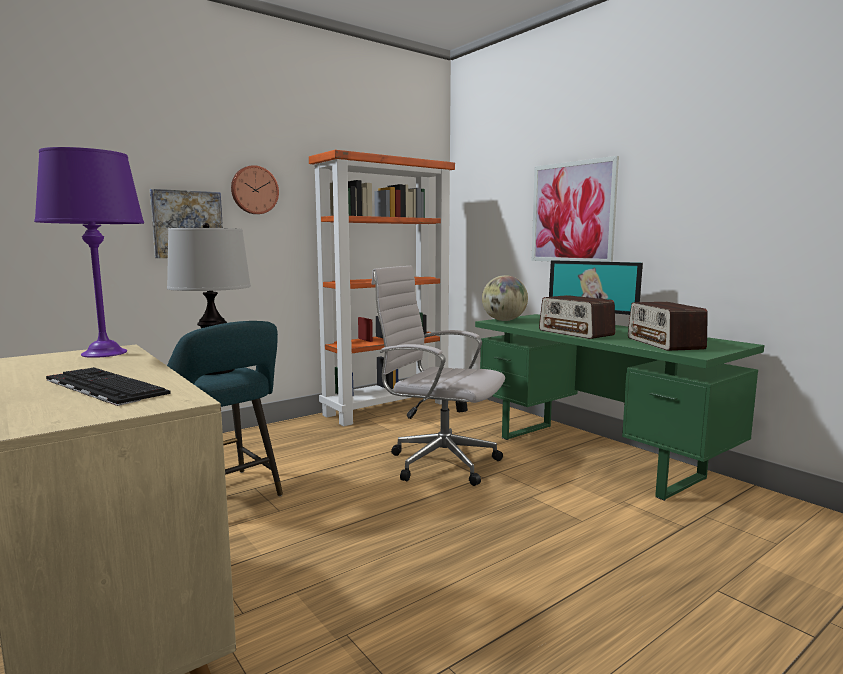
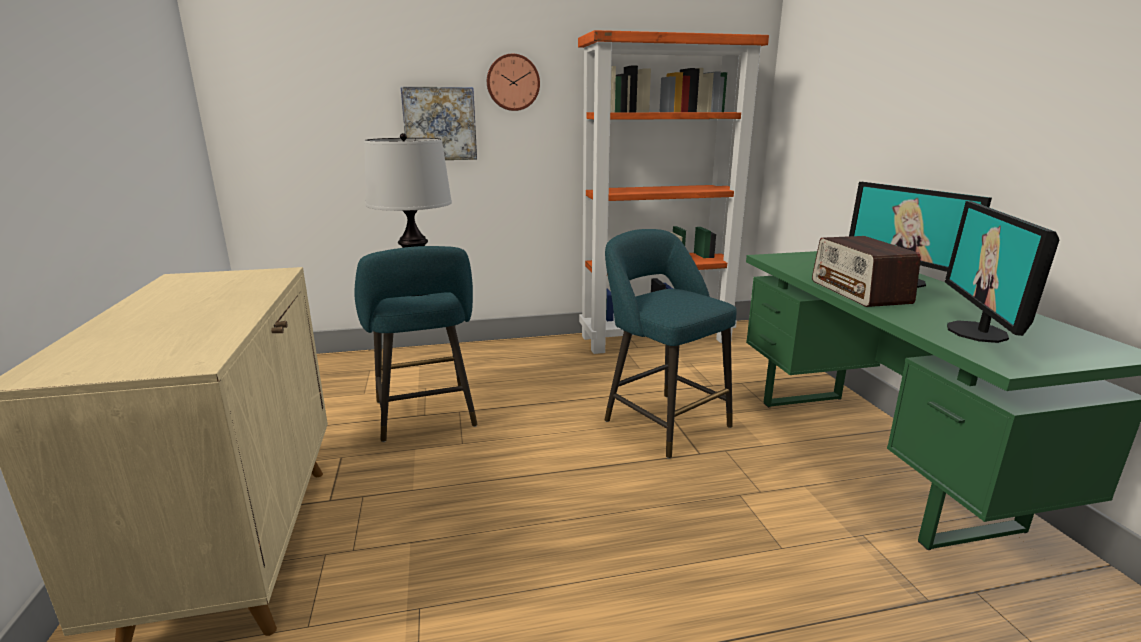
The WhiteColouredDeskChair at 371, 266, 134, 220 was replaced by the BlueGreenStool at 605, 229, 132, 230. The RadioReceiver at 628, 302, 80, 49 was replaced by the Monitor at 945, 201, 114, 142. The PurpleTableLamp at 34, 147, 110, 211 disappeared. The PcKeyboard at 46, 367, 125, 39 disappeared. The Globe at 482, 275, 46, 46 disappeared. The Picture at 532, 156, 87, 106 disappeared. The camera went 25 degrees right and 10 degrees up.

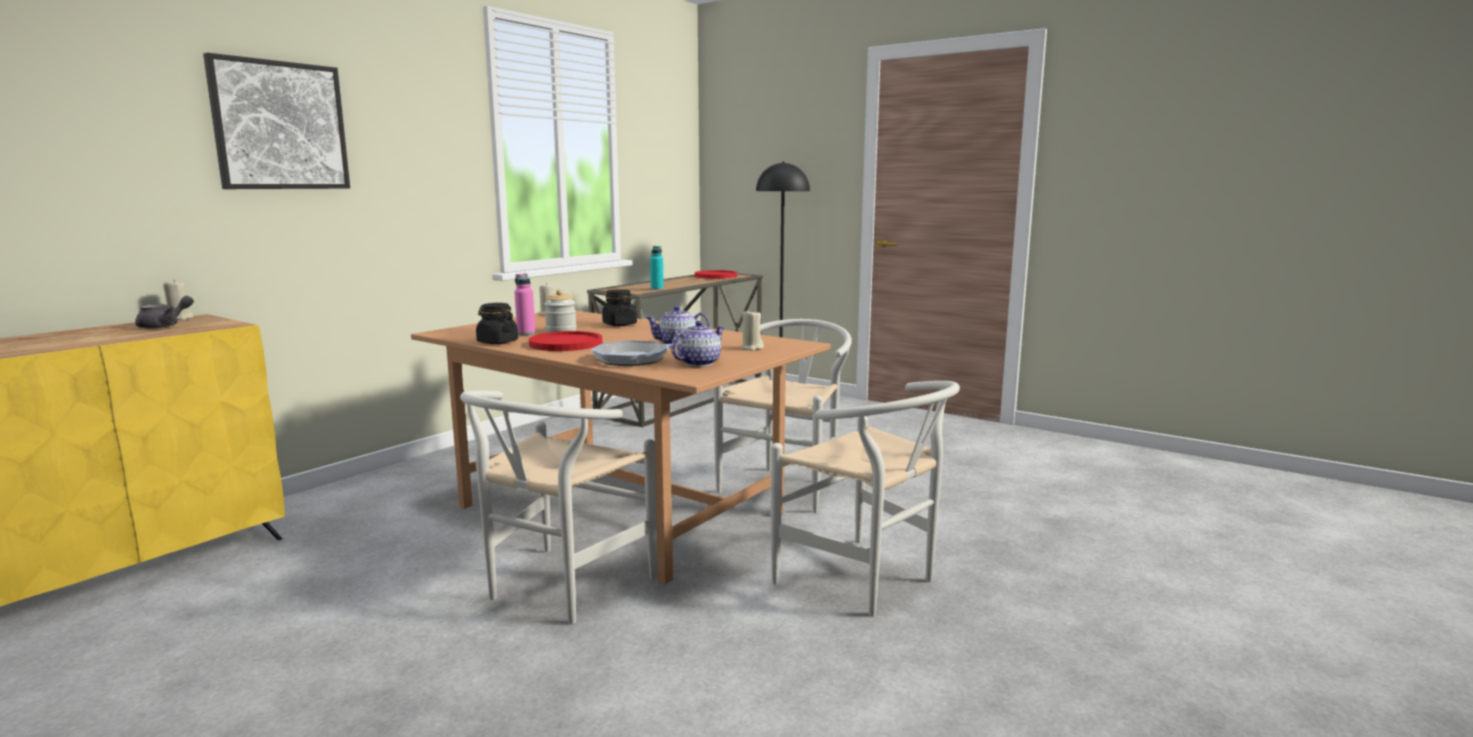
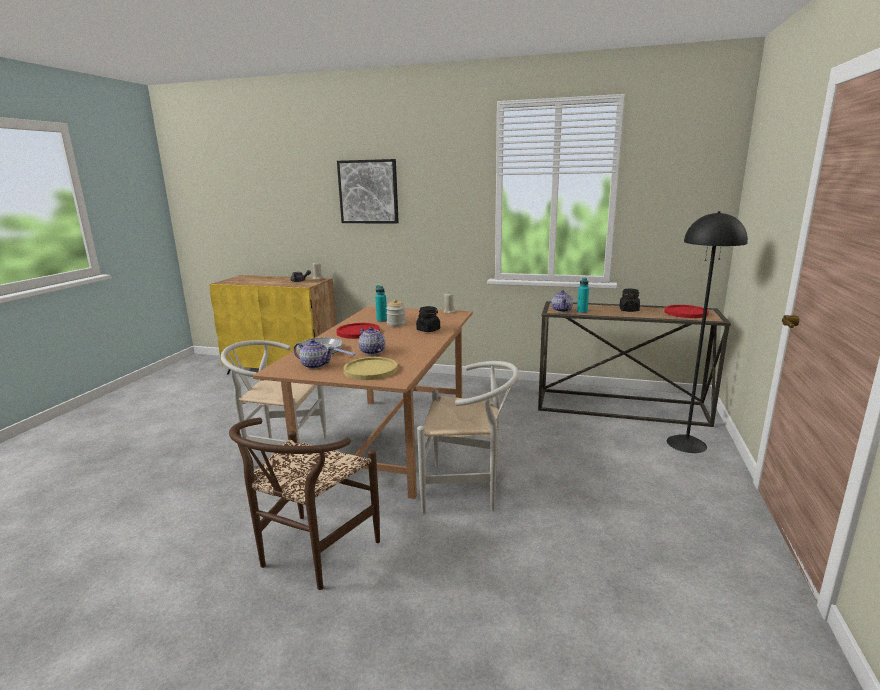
The WhiteColouredUprightChair at 771, 381, 189, 236 became the BrownishUprightChair at 229, 418, 151, 172. The BeigeColouredWaxLight at 741, 310, 23, 41 was replaced by the YellowPlate at 343, 357, 54, 23. The PinkDrinkBottle at 514, 273, 21, 62 became the BlueGreenDrinkBottle at 375, 285, 12, 37. The Teapot at 551, 290, 22, 22 appeared. The BlackPreserveJar moved from 476, 303, 42, 41 to 619, 289, 21, 23. The camera went 70 degrees right and 5 degrees up.

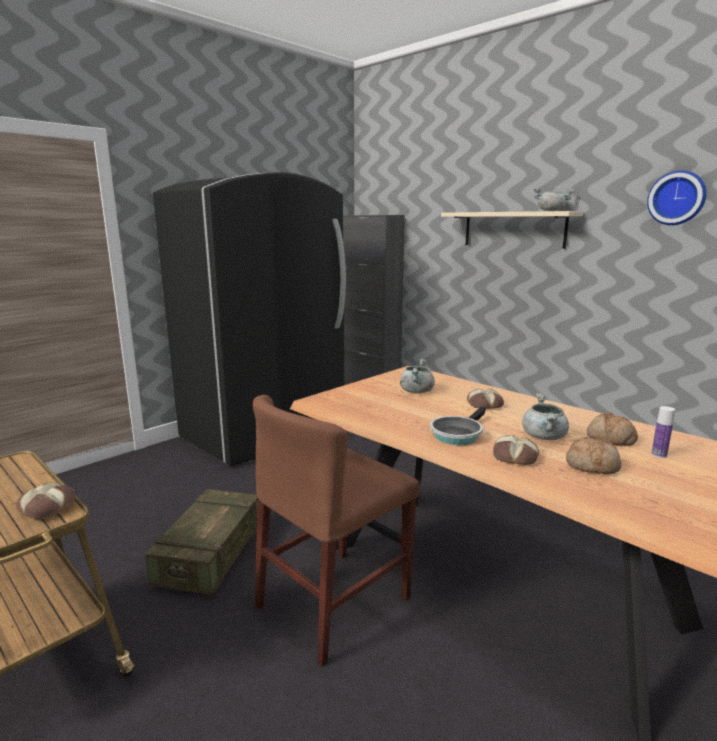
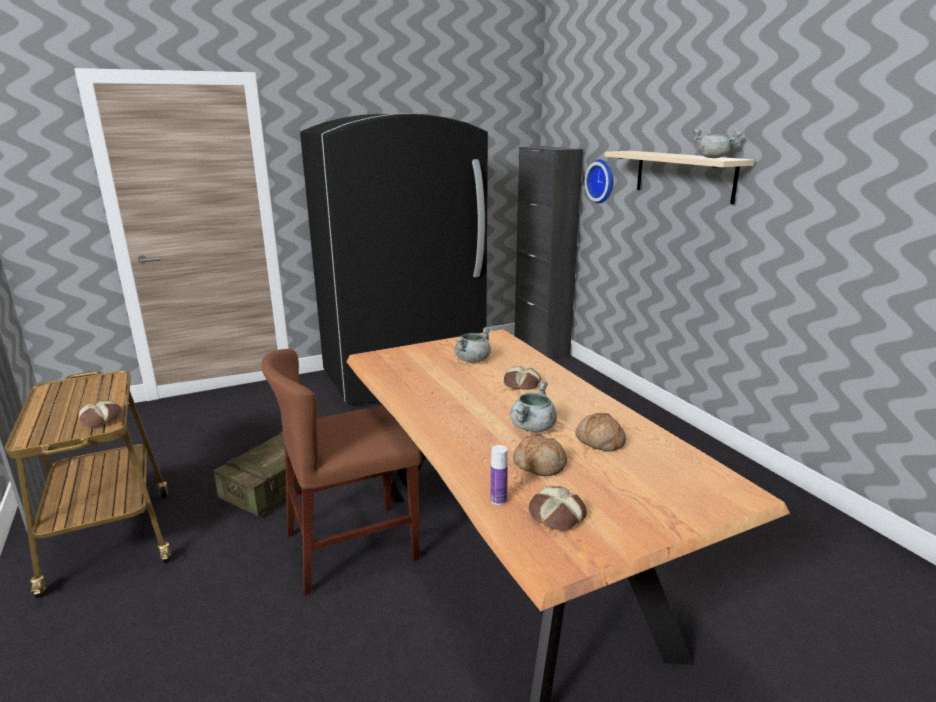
The DrinkBottle moved from 651, 406, 24, 52 to 491, 445, 17, 60. The BakeryBread moved from 493, 435, 46, 30 to 529, 486, 58, 44. The WallClock moved from 647, 170, 60, 55 to 585, 160, 29, 43. The Skillet at 430, 407, 56, 38 disappeared. The camera went 20 degrees right and 5 degrees up.

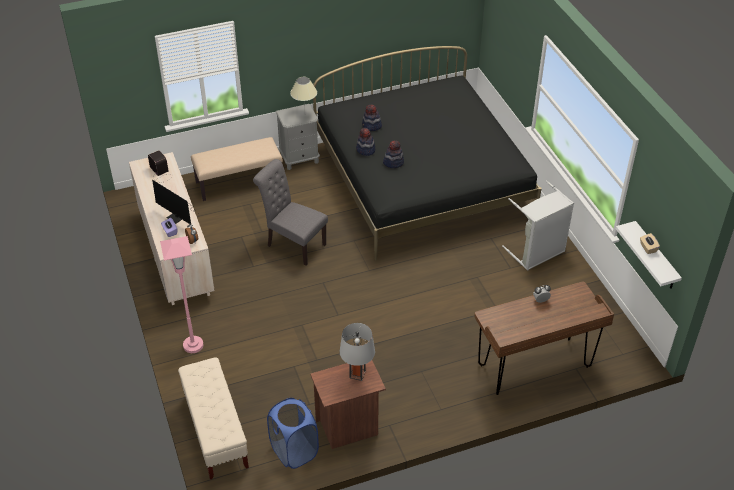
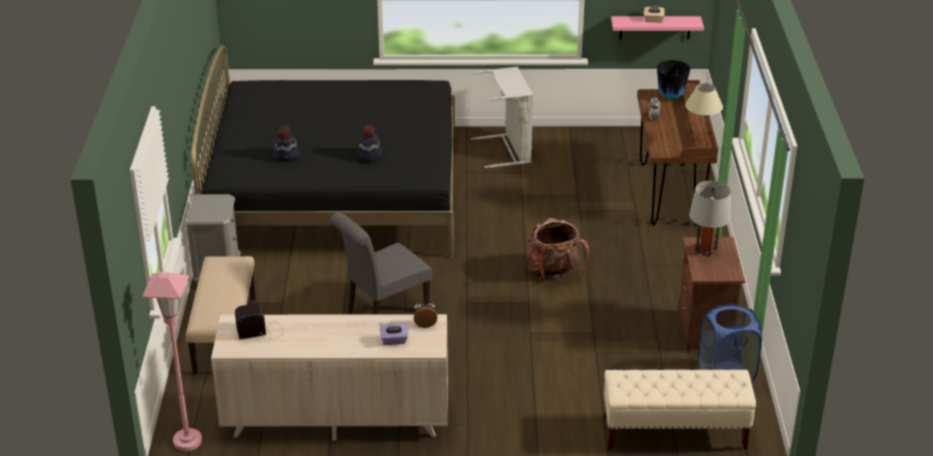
The PinkStandingLamp moved from 160, 236, 44, 117 to 142, 272, 60, 179. The Backpack at 526, 218, 63, 64 appeared. The WhiteColouredBracketShelf at 616, 221, 66, 68 became the PinkBracketShelf at 611, 16, 93, 24. The Vase at 657, 60, 33, 39 appeared. The BeigeColouredTableLamp moved from 290, 77, 27, 31 to 685, 83, 38, 51. The Monitor at 152, 180, 44, 44 disappeared. The WearableHat at 356, 128, 19, 28 disappeared. The camera went 70 degrees left and 10 degrees down.

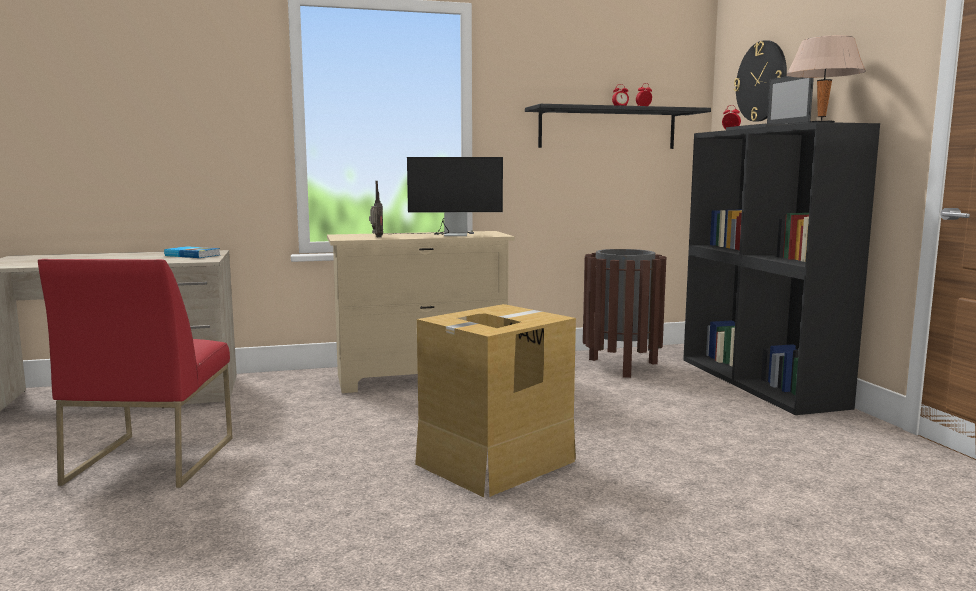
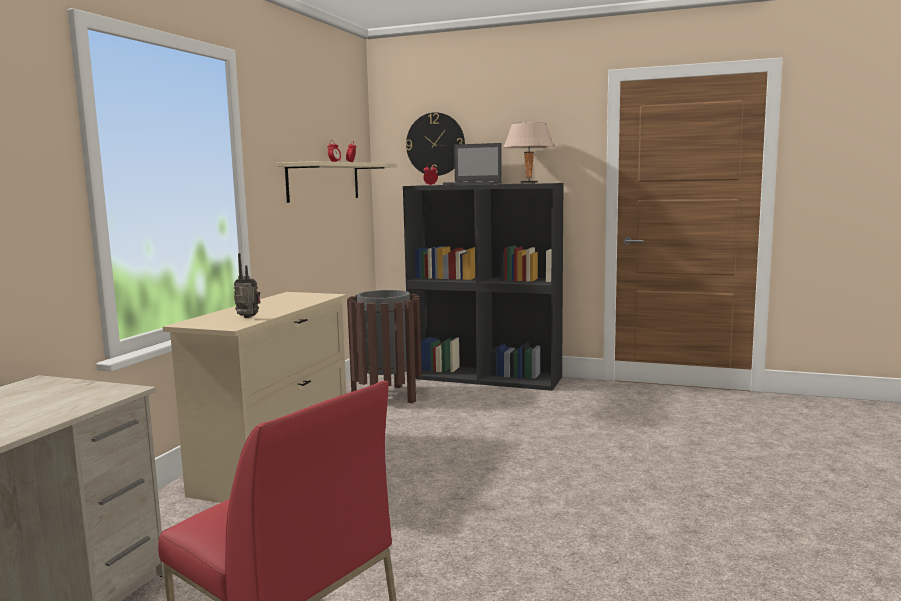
The BlackBracketShelf at 525, 104, 186, 45 became the BeigeColouredBracketShelf at 276, 161, 121, 42. The Volume at 164, 246, 56, 12 disappeared. The Monitor at 383, 157, 120, 79 disappeared. The Carton at 415, 304, 161, 193 disappeared. The camera went 55 degrees left and 0 degrees up.

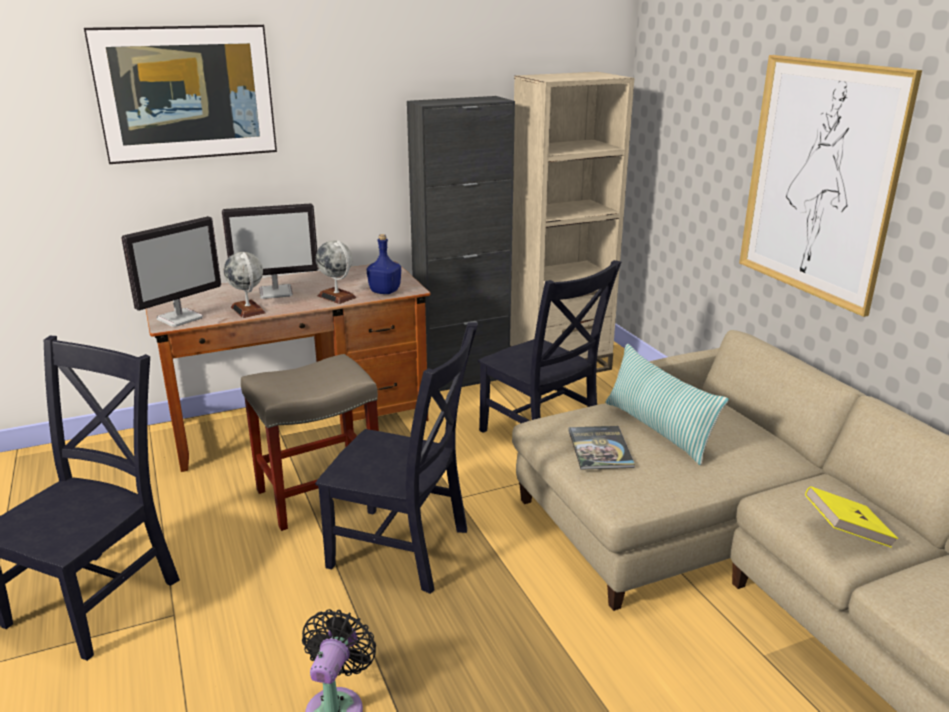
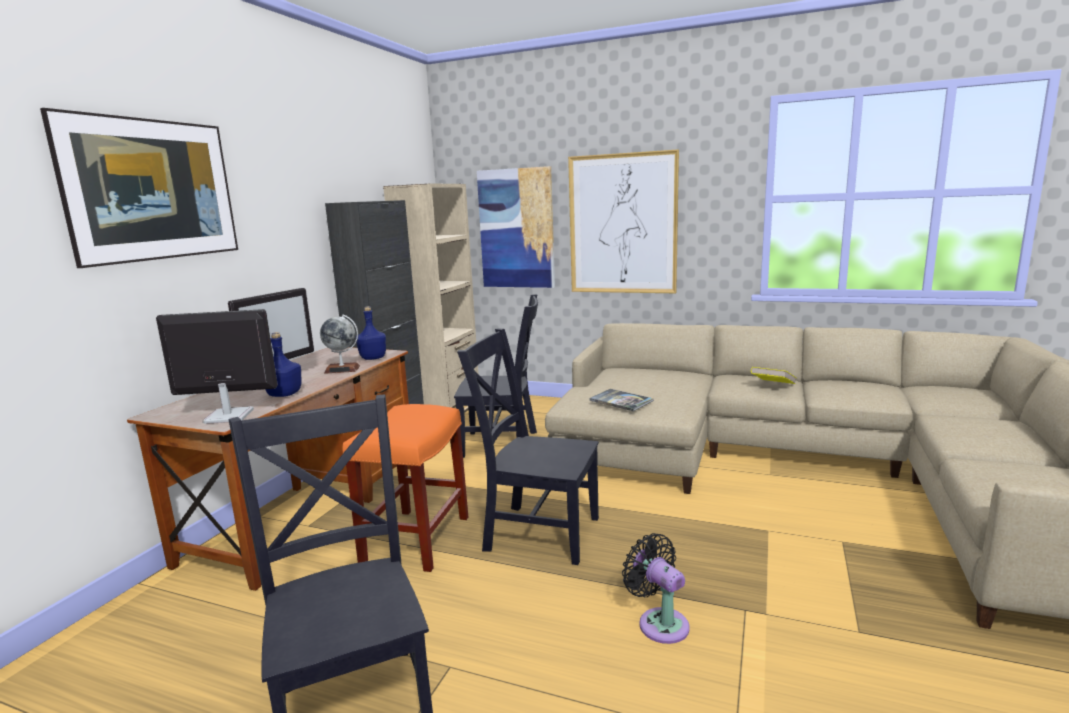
The Monitor at 121, 216, 100, 111 turned 90 degrees counterclockwise. The Globe at 224, 252, 42, 66 was replaced by the BluishDrinkBottle at 265, 332, 37, 65. The BeigeColouredStool at 241, 354, 138, 177 became the OrangeyStool at 342, 404, 126, 168. The BlackUprightChair at 315, 322, 163, 272 turned 135 degrees counterclockwise. The Picture at 477, 166, 78, 122 appeared. The ThrowPillow at 605, 344, 124, 121 disappeared. The camera went 45 degrees left and 10 degrees down.

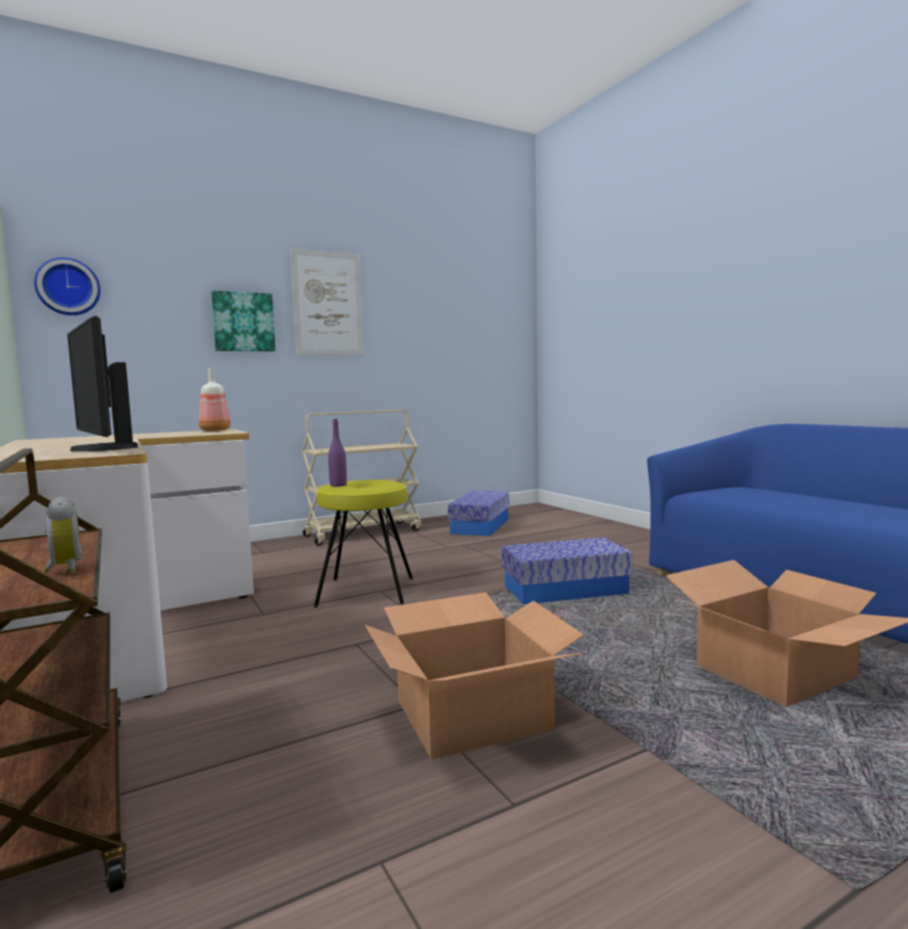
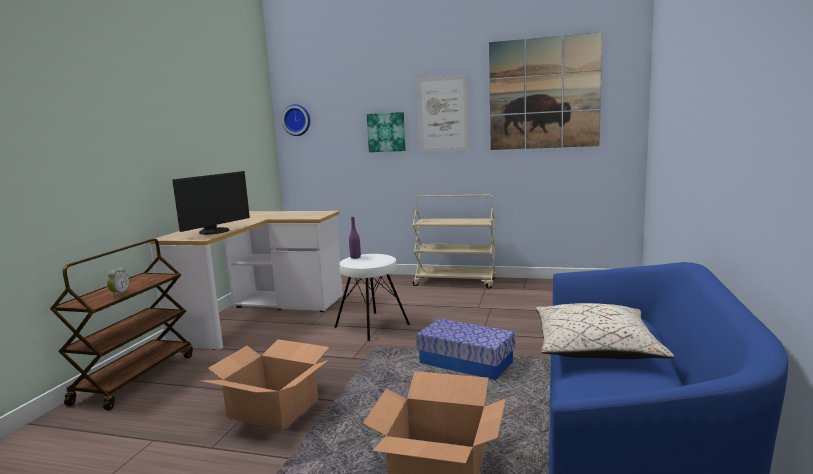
The Monitor at 67, 316, 71, 136 turned 150 degrees counterclockwise. The YellowStool at 314, 480, 99, 128 became the WhiteColouredStool at 334, 254, 76, 87. The Picture at 489, 32, 113, 118 appeared. The BeigeColouredThrowPillow at 536, 303, 138, 56 appeared. The DrinkBottle at 199, 368, 32, 63 disappeared. The StorageBox at 448, 491, 61, 45 disappeared. The camera went 45 degrees right and 5 degrees up.

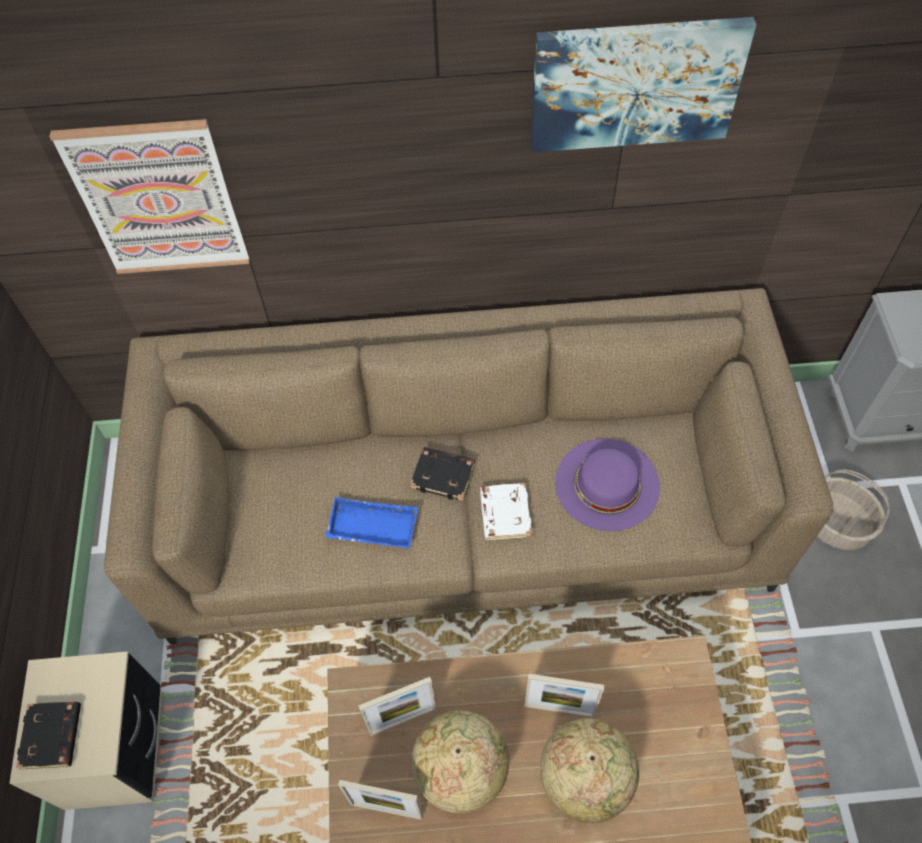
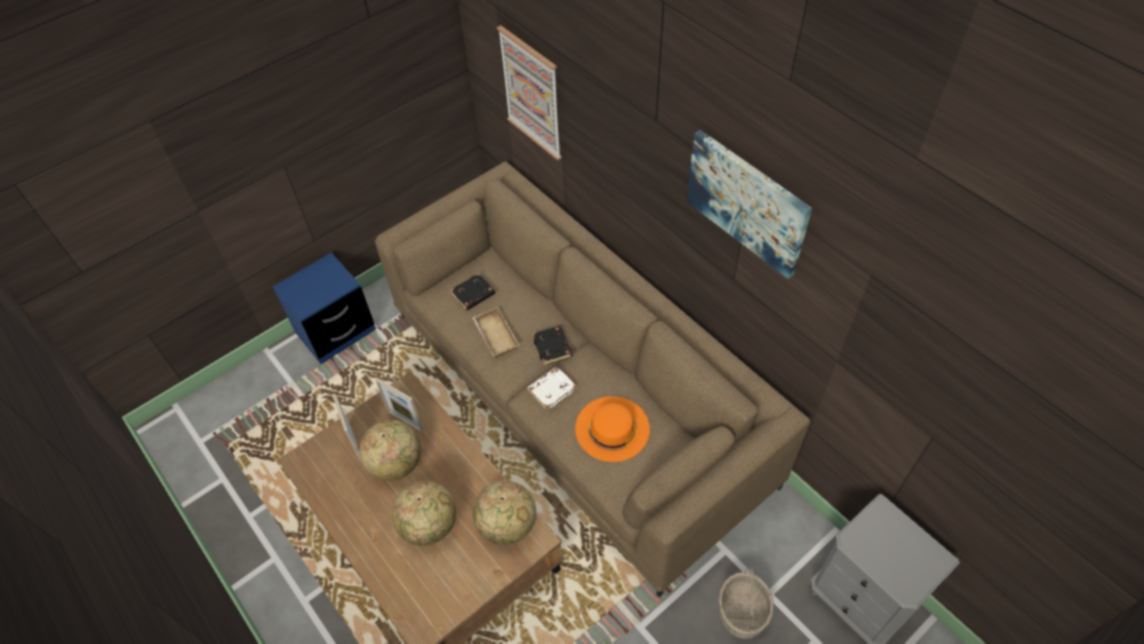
The BeigeColouredNightstand at 9, 652, 153, 158 became the BluishNightstand at 273, 253, 103, 111. The BlackVolume moved from 16, 702, 65, 68 to 450, 273, 45, 38. The BluishCarryingTray at 325, 497, 93, 51 became the BeigeColouredCarryingTray at 472, 307, 48, 50. The Globe at 473, 480, 63, 65 appeared. The PurpleWearableHat at 555, 439, 105, 92 became the OrangeyWearableHat at 575, 396, 75, 66. The PictureFrame at 524, 674, 81, 43 disappeared. The camera went 55 degrees right and 5 degrees down.

